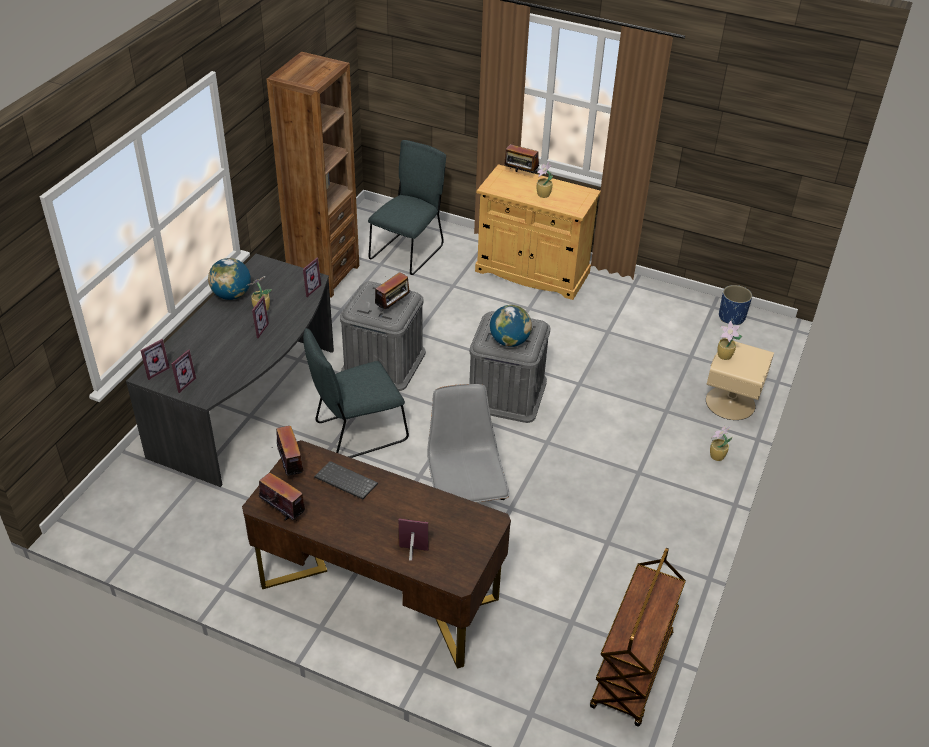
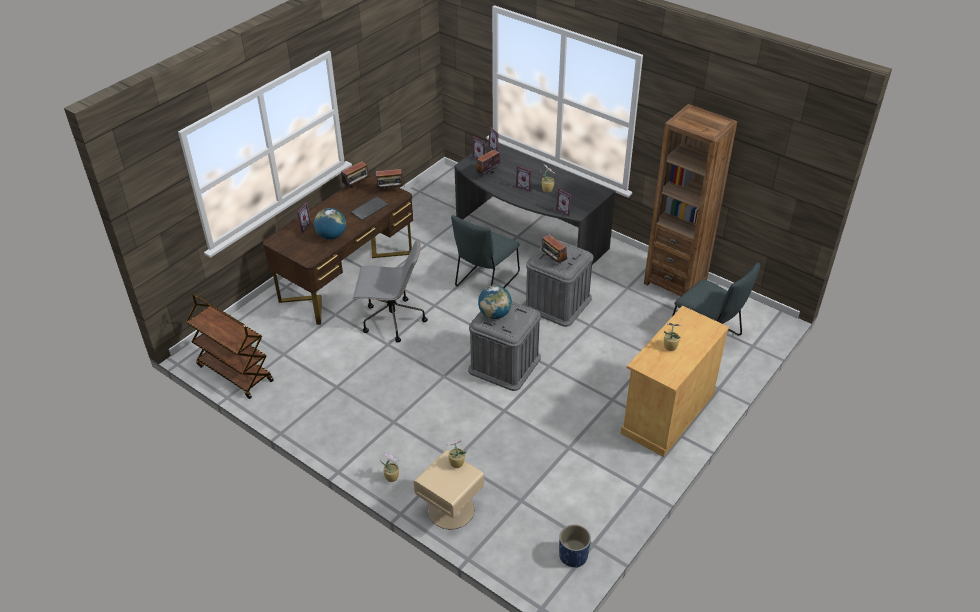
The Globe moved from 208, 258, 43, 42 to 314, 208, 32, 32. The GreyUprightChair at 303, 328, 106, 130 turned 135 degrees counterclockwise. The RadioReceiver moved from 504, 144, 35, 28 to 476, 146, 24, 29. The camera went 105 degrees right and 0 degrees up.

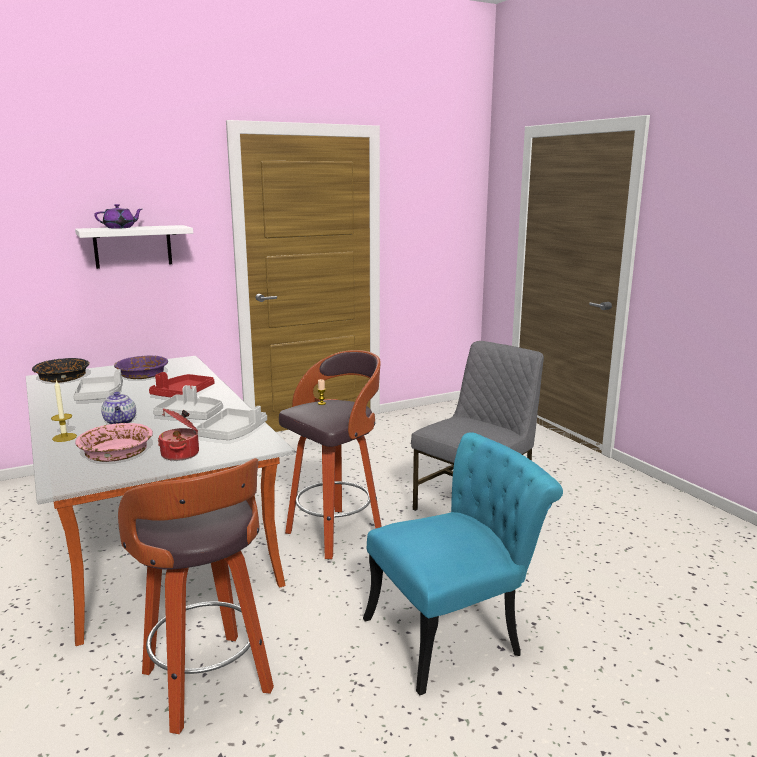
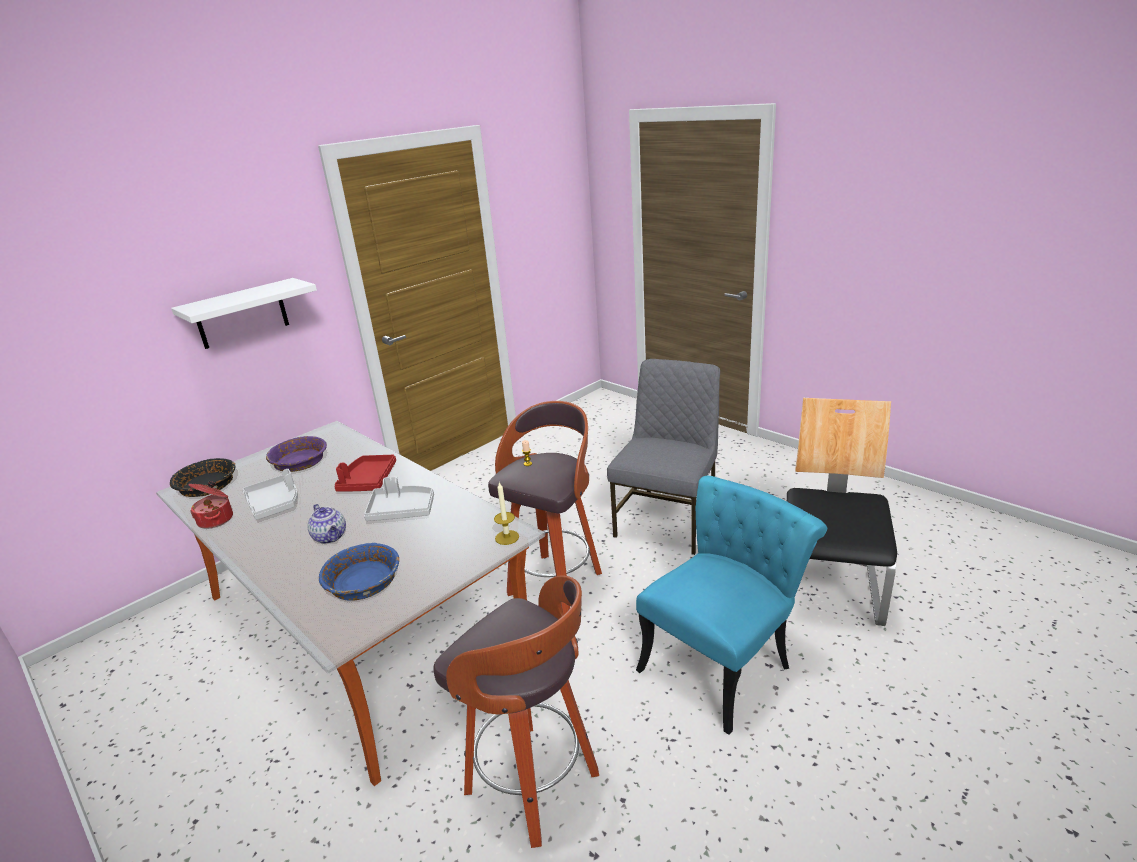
The Stockpot moved from 158, 408, 41, 53 to 189, 481, 44, 48. The PinkDeepDish at 75, 423, 78, 39 became the BluishDeepDish at 319, 543, 80, 58. The WaxLight moved from 51, 380, 26, 62 to 494, 482, 25, 63. The UprightChair at 787, 398, 110, 228 appeared. The PurpleTeapot at 94, 204, 48, 24 disappeared. The GreyCarryingTray at 196, 406, 71, 34 disappeared. The camera went 15 degrees left and 10 degrees up.

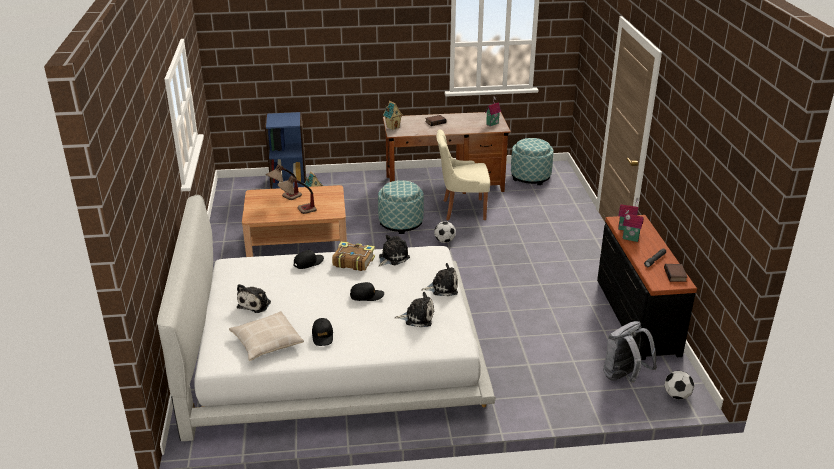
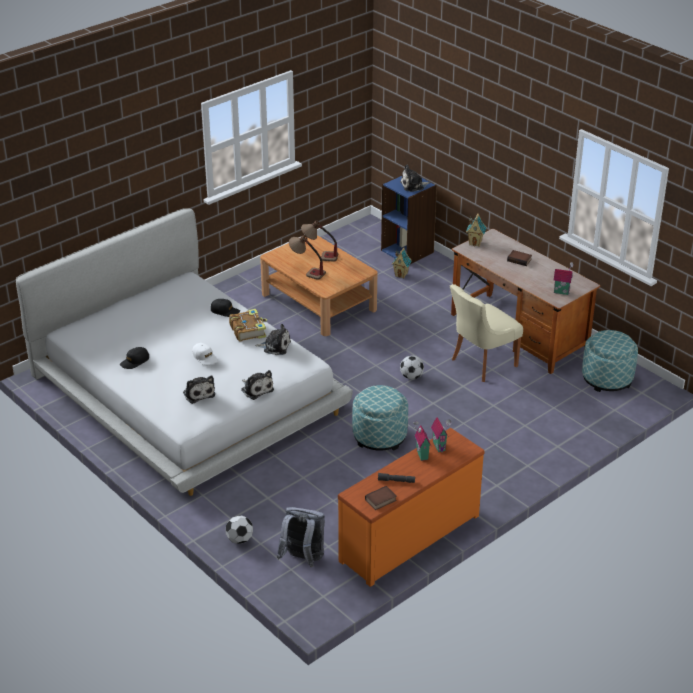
The BlackCap at 350, 282, 34, 19 became the WhiteColouredCap at 192, 343, 26, 22. The FootballBall moved from 664, 371, 30, 28 to 225, 516, 28, 28. The BlackDresser at 597, 215, 100, 145 became the OrangeyDresser at 338, 428, 147, 159. The Pouffe moved from 378, 180, 46, 54 to 352, 385, 56, 66. The SoftToy moved from 237, 284, 34, 29 to 400, 164, 30, 28. The BeigeColouredUprightChair at 436, 130, 54, 90 turned 90 degrees counterclockwise. The BeigeColouredThrowPillow at 229, 311, 75, 50 disappeared. The camera went 55 degrees right and 5 degrees up.

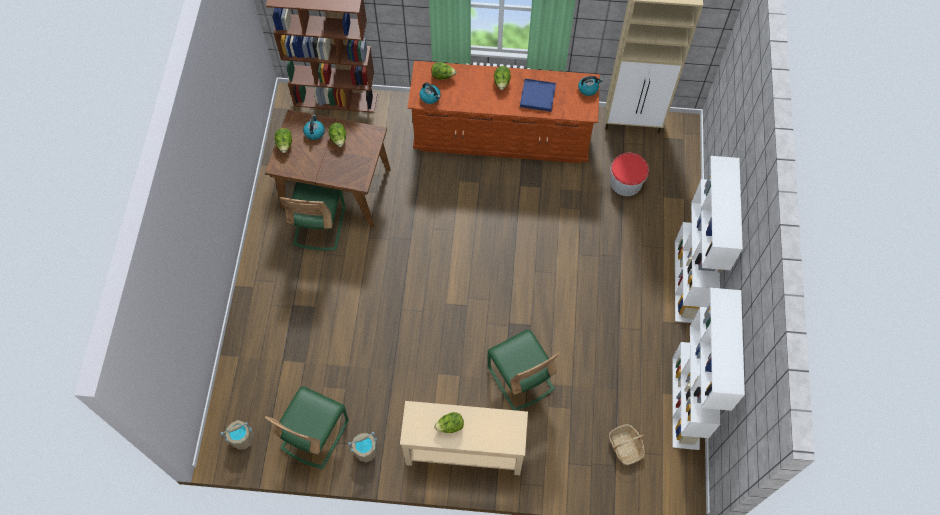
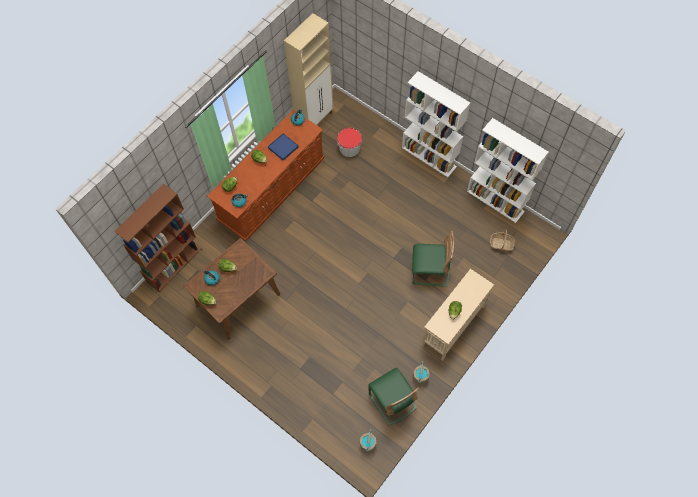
The GreenishUprightChair at 280, 182, 65, 68 disappeared. The camera went 55 degrees left and 0 degrees up.

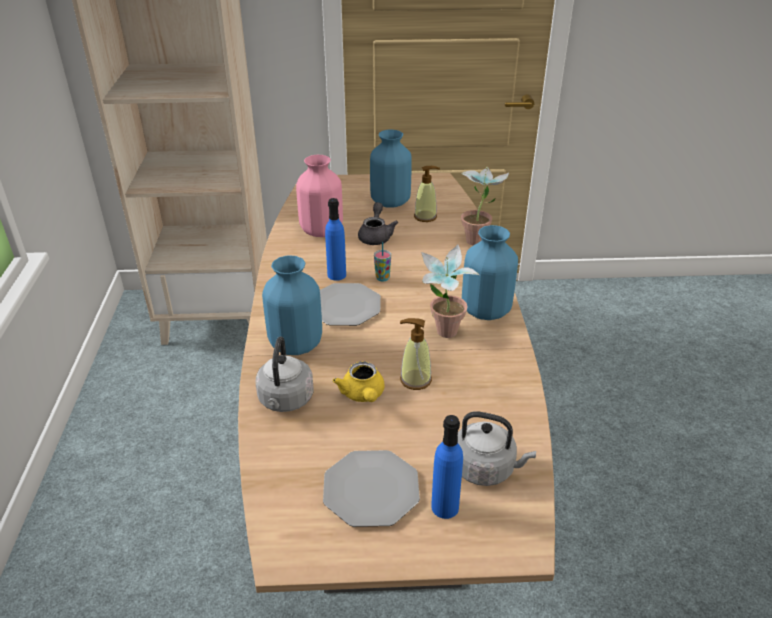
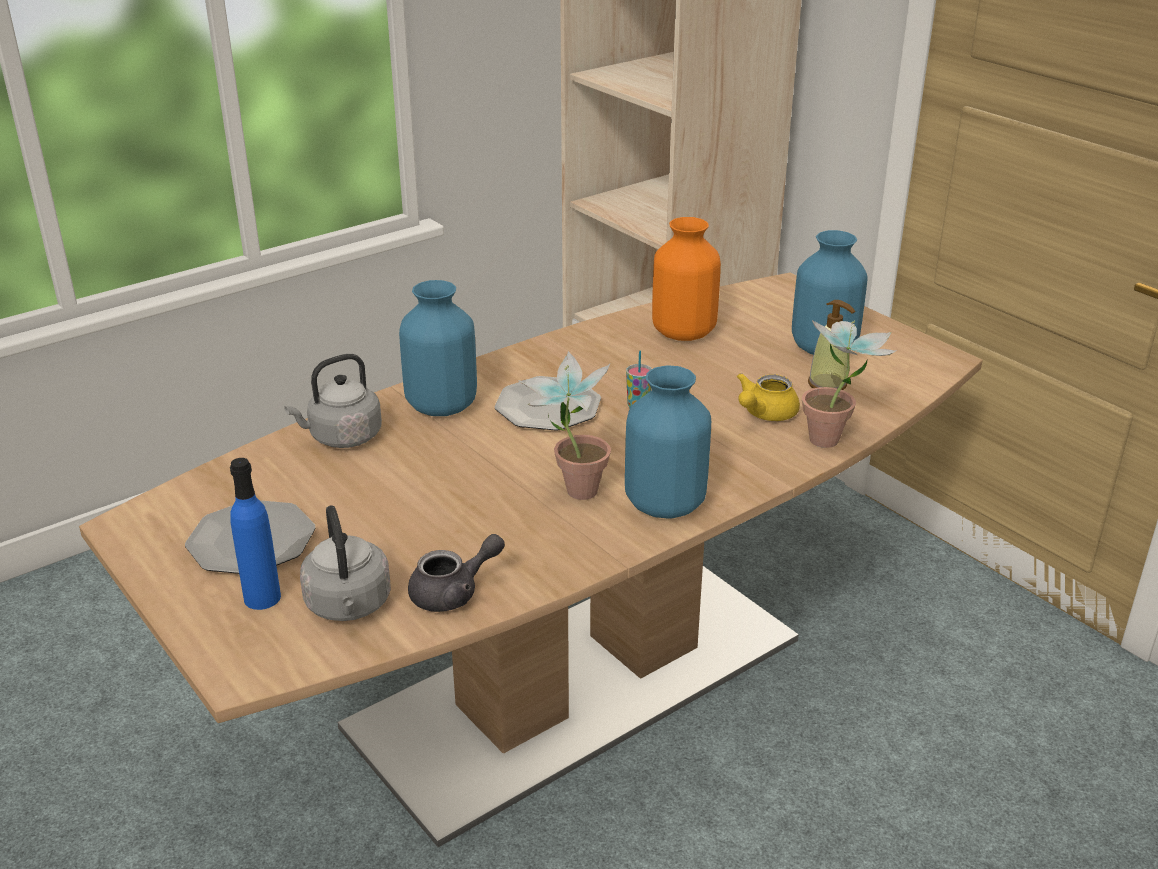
The GreyTeapot moved from 358, 202, 40, 43 to 408, 534, 97, 78. The PinkVase at 296, 155, 47, 82 became the OrangeyVase at 652, 217, 69, 124. The YellowTeapot moved from 333, 361, 52, 41 to 737, 373, 63, 48. The BluishDrinkBottle at 325, 198, 21, 83 disappeared. The SoapDispenser at 400, 318, 32, 72 disappeared. The camera went 55 degrees right and 5 degrees down.

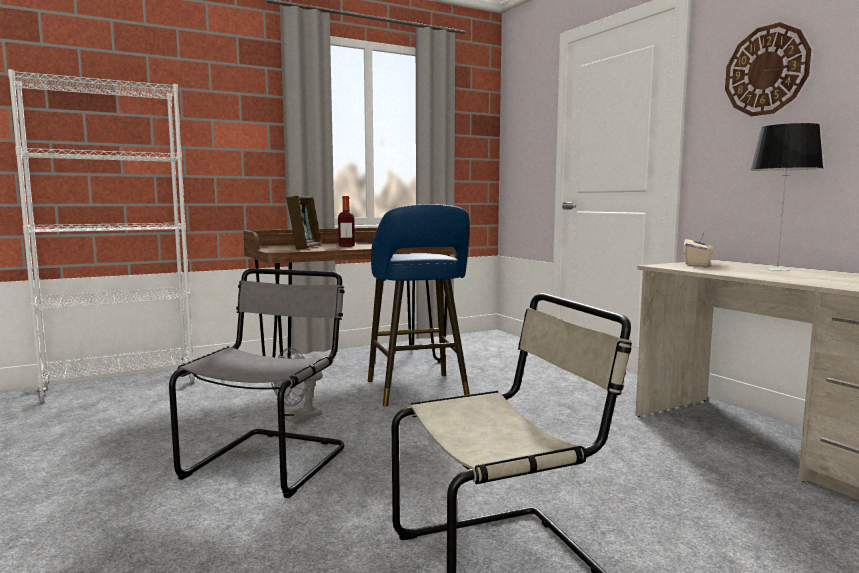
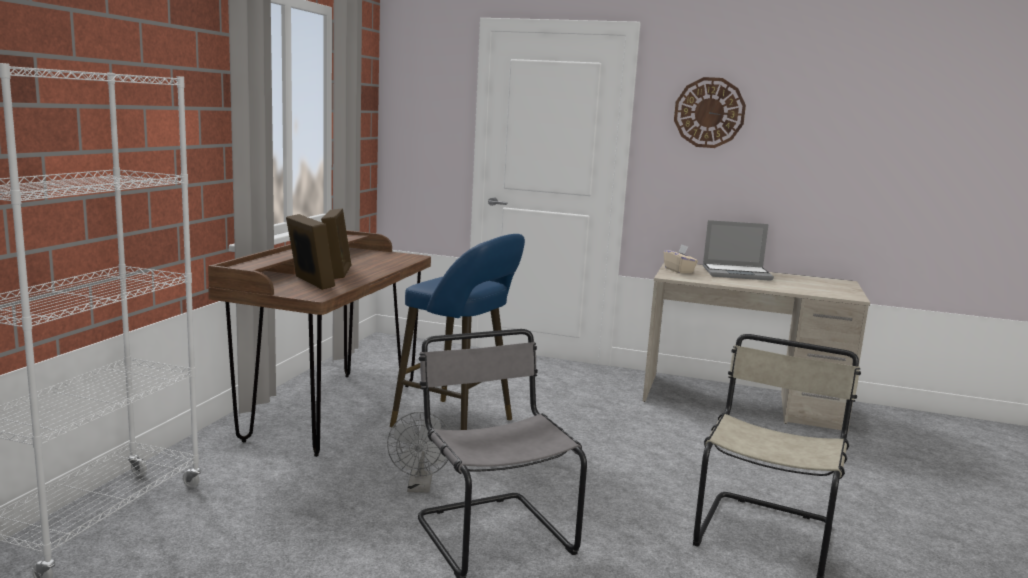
The DrinkBottle at 338, 196, 17, 51 was replaced by the PictureFrame at 321, 208, 30, 71. The TableLamp at 751, 123, 72, 148 was replaced by the PortableComputer at 703, 220, 71, 61. The camera went 45 degrees left and 5 degrees up.

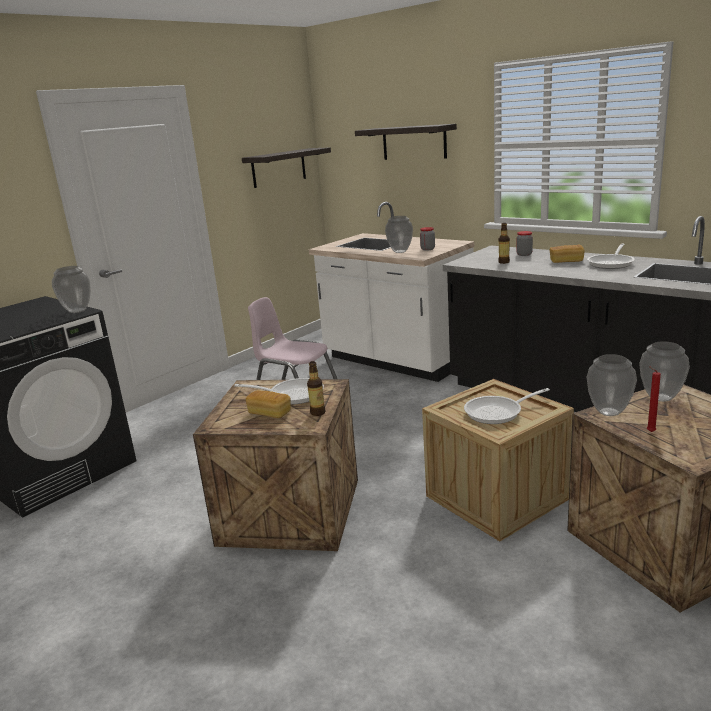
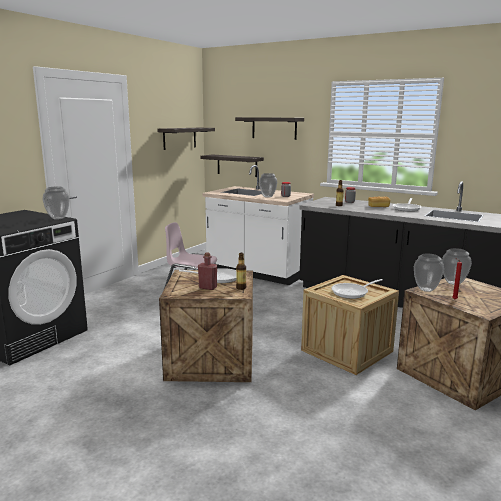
The BakeryBread at 246, 390, 45, 28 was replaced by the RedColouredDrinkBottle at 198, 252, 19, 38. The BracketShelf at 201, 155, 63, 22 appeared. The camera went 10 degrees left and 5 degrees down.

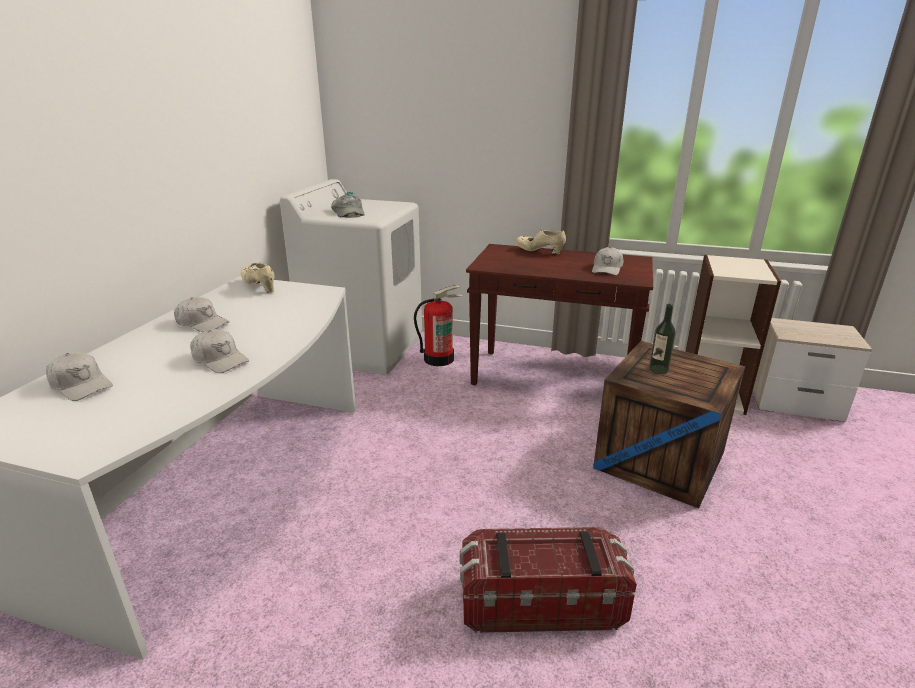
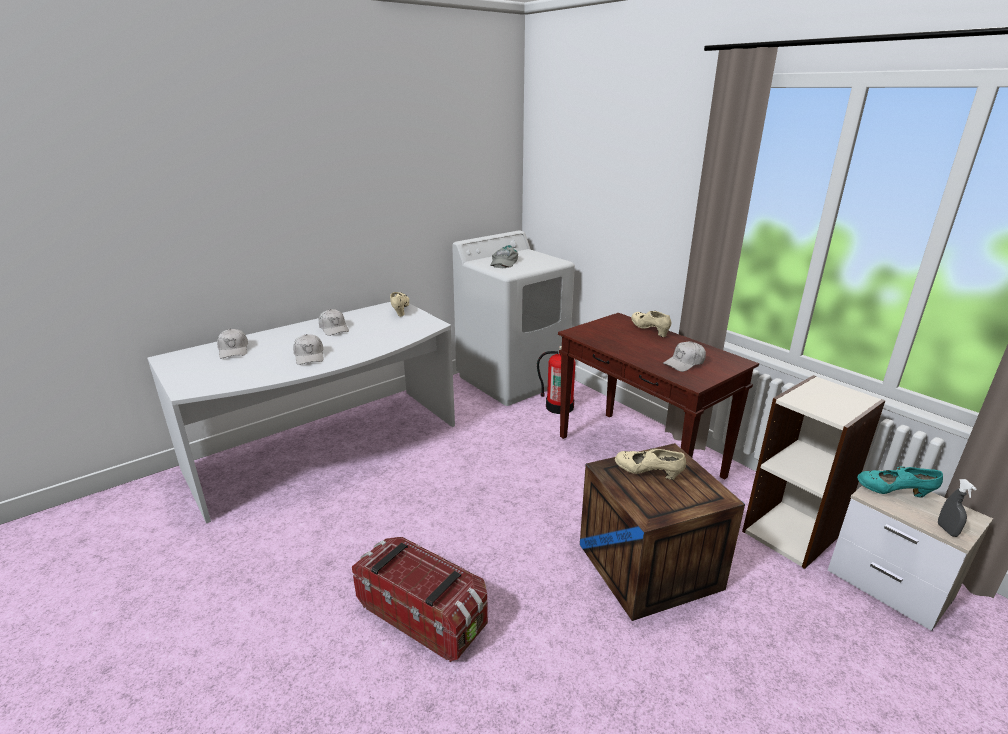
The DrinkBottle at 649, 304, 27, 70 was replaced by the BeigeColouredLowShoe at 615, 448, 71, 32. The BlueGreenLowShoe at 857, 467, 86, 31 appeared. The GreySprayer at 938, 479, 39, 58 appeared. The camera went 35 degrees right and 0 degrees up.

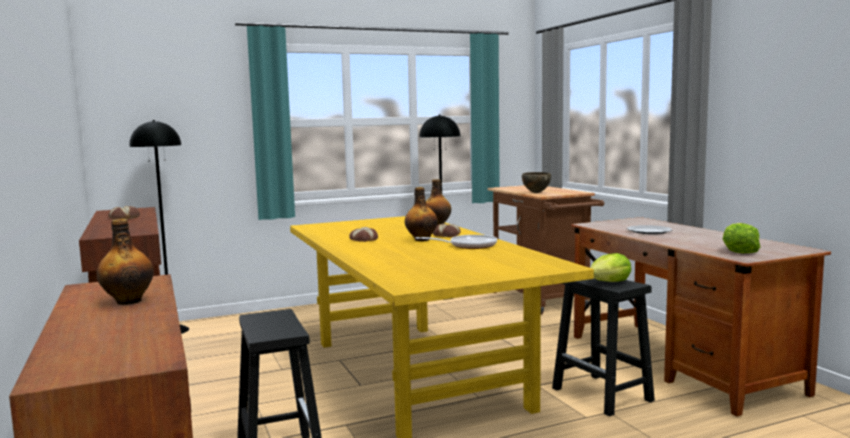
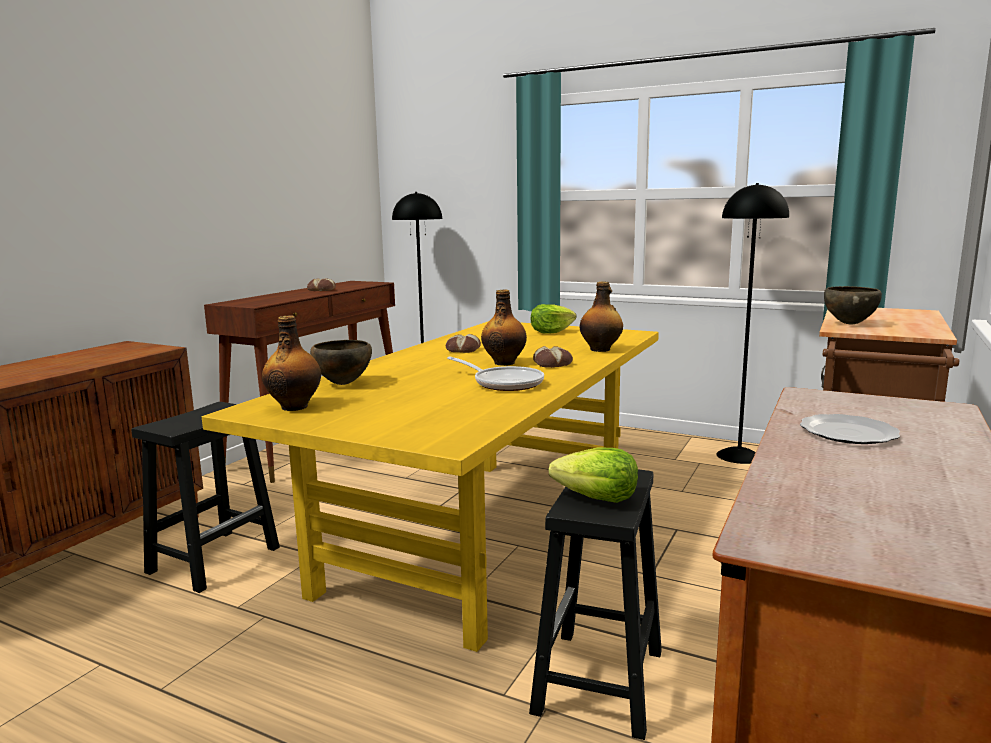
The DrinkBottle moved from 97, 219, 57, 86 to 262, 316, 59, 95. The BrownishDeepDish at 310, 340, 62, 45 appeared. The HeadOfLettuce moved from 722, 223, 38, 30 to 530, 304, 46, 30. The camera went 50 degrees right and 5 degrees up.

